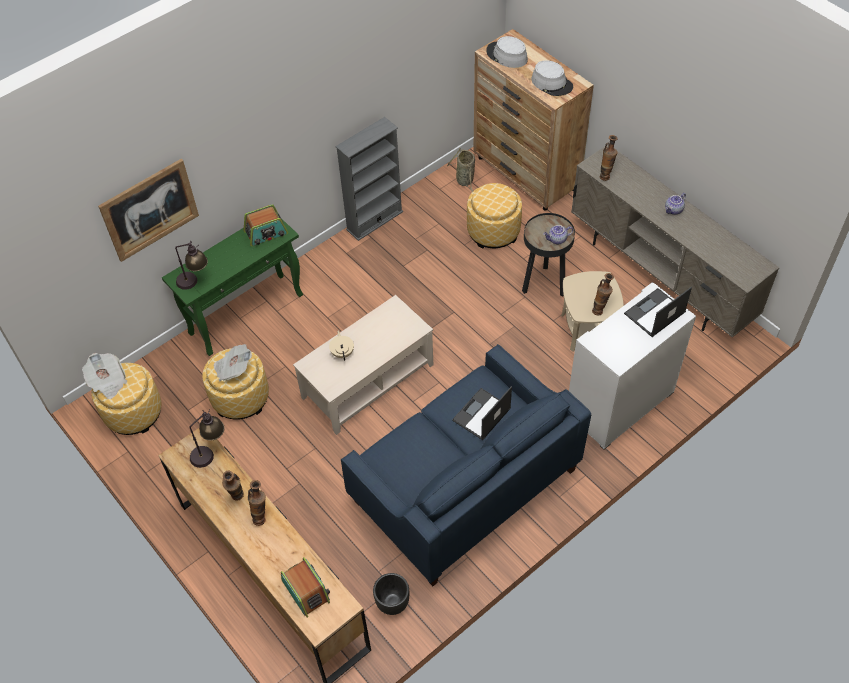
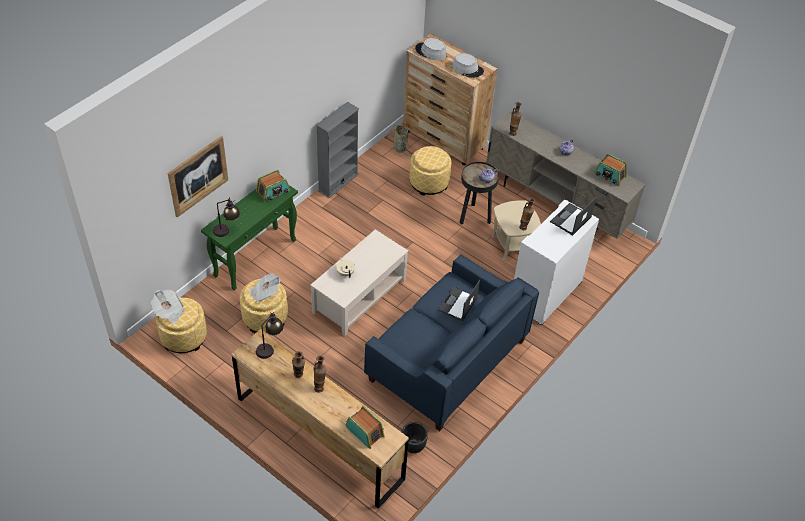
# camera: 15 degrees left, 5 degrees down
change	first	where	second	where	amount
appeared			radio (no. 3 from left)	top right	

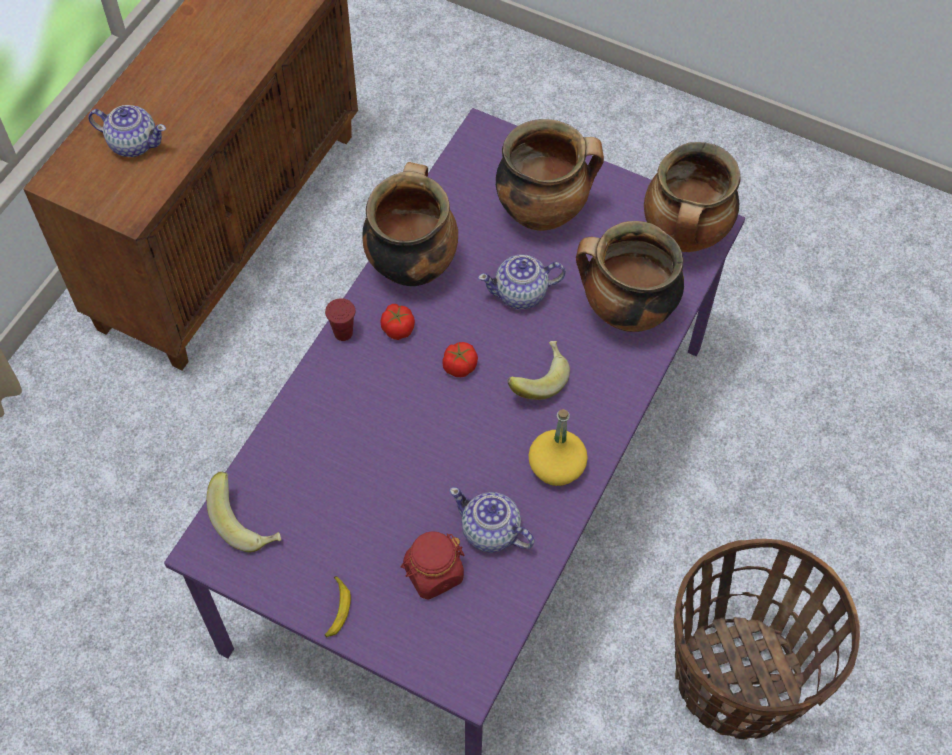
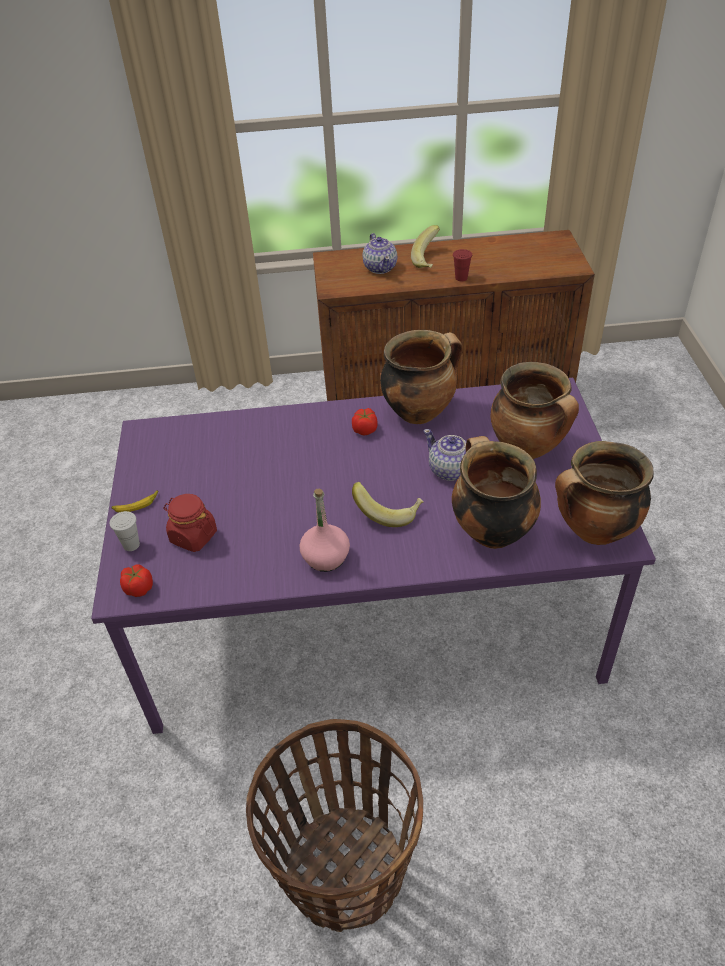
# camera: 60 degrees right, 15 degrees down
change	first	where	second	where	amount
missing	teapot (no. 2 from left)	bottom centre			
appeared			cup (white)	middle left	
relocated	banana (no. 1 from left in the first image)	bottom left	banana (no. 3 from left)	top centre	
relocated	cup (red)	centre		top centre	
relocated	tomato (no. 2 from left in the first image)	centre	tomato (no. 1 from left)	middle left	
colour	bottle (yellow)	centre	bottle (pink)	centre	

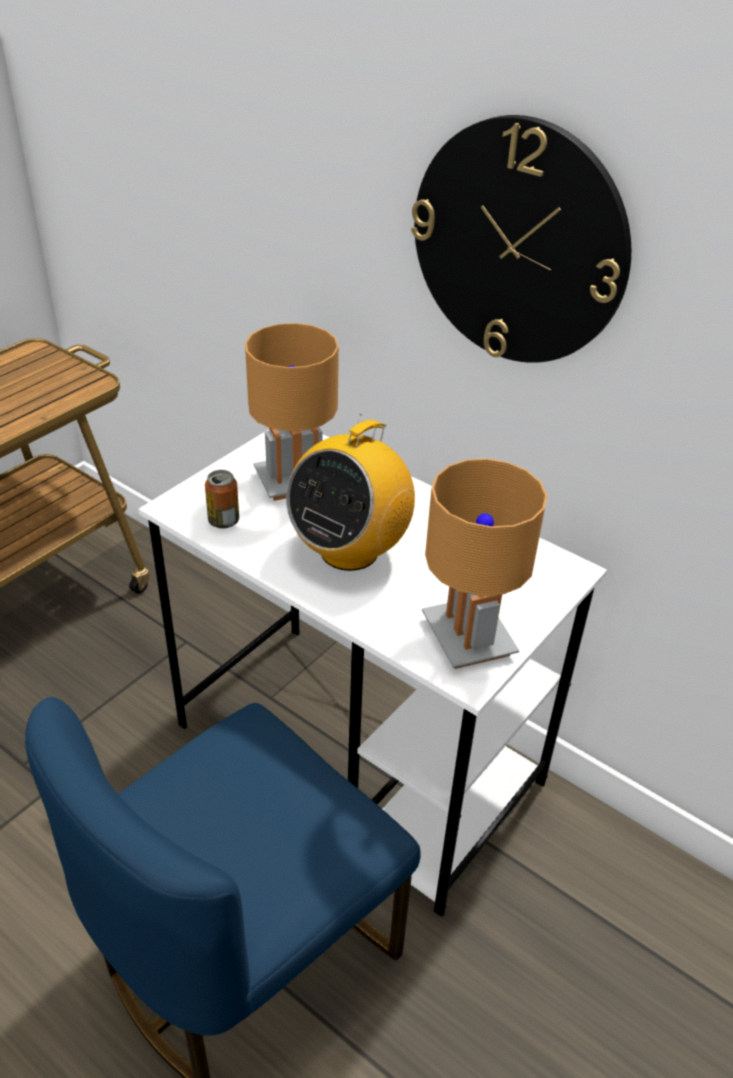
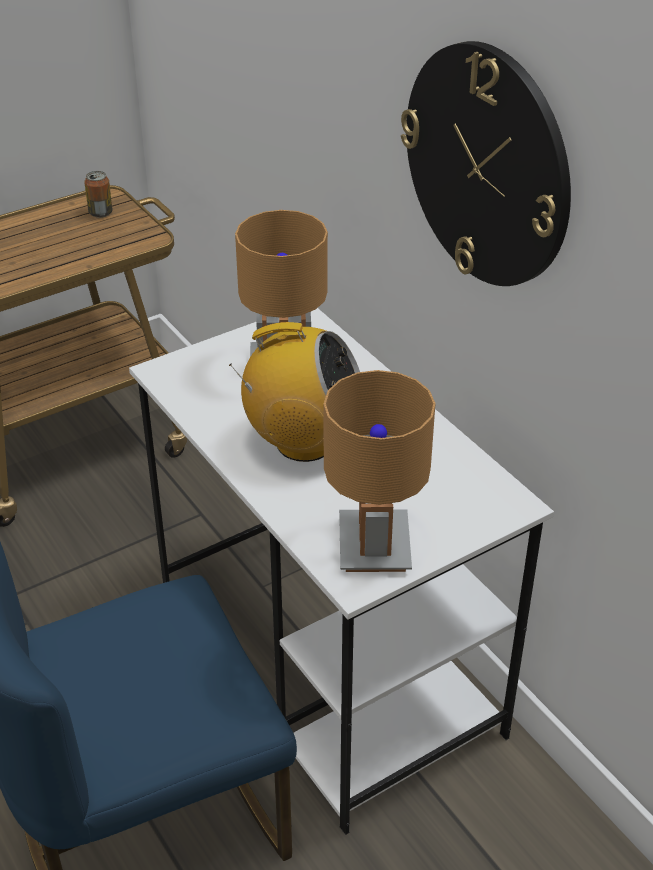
# camera: 20 degrees right, 0 degrees up
change	first	where	second	where	amount
relocated	can	middle left		top left	
spun	radio	centre		centre	135 degrees counterclockwise

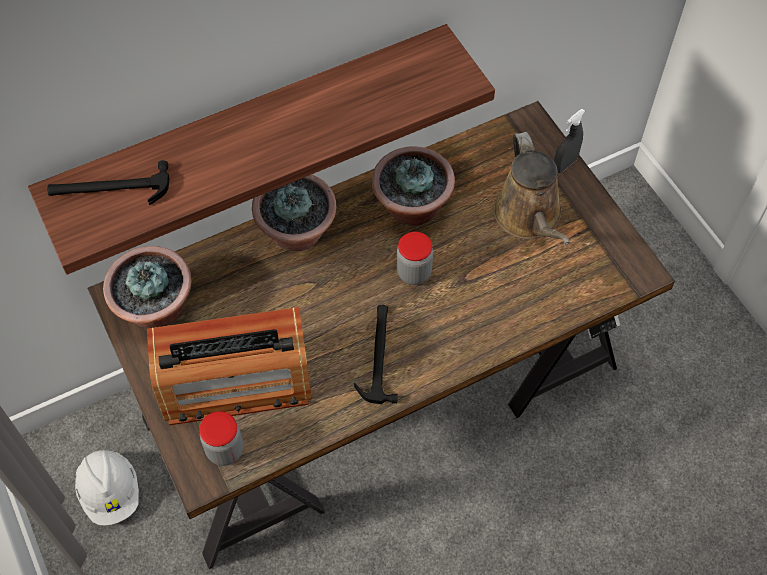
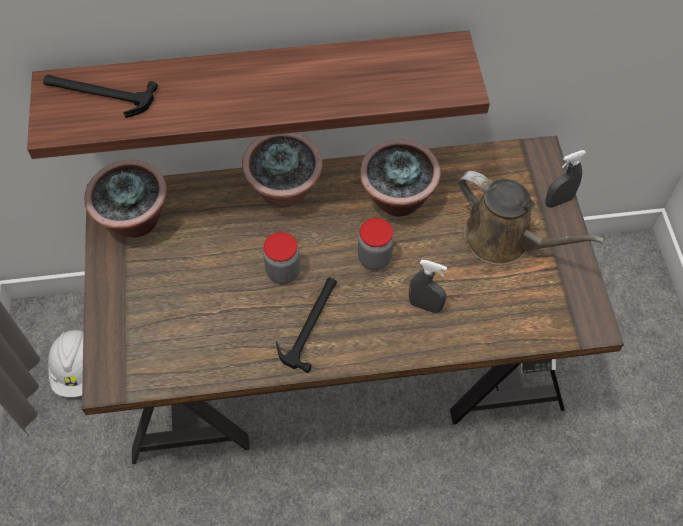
# camera: 20 degrees right, 0 degrees up
change	first	where	second	where	amount
missing	radio	middle left			
appeared			spray bottle (grey) (no. 1 from left)	centre	
relocated	jar (no. 1 from left)	bottom left		centre	
spun	watering can (brown)	top right		middle right	60 degrees counterclockwise

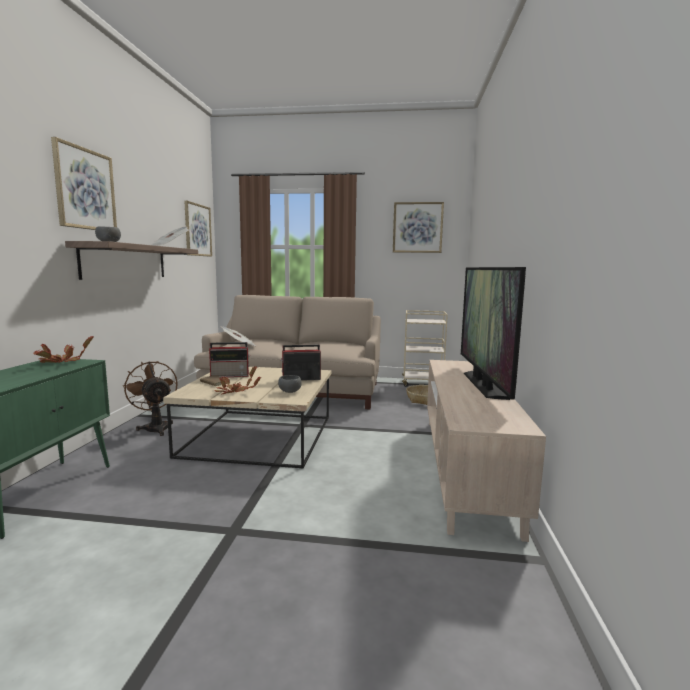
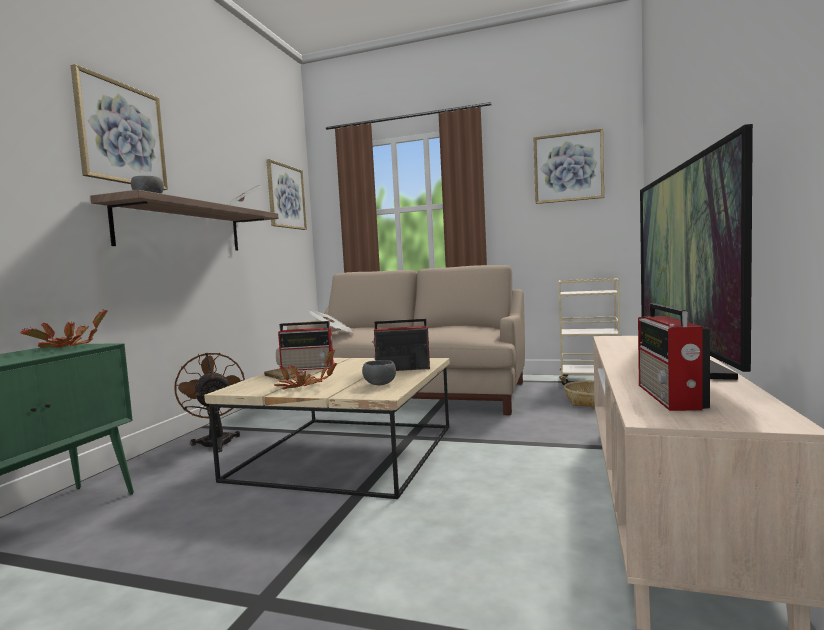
# camera: 10 degrees right, 5 degrees down
change	first	where	second	where	amount
appeared			radio (no. 3 from left)	middle right	

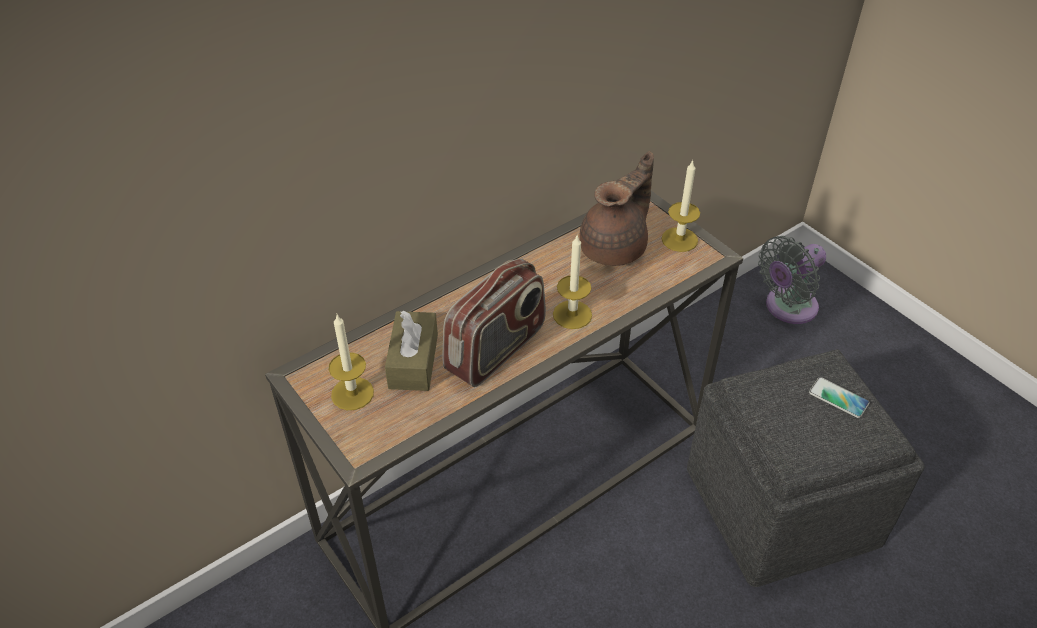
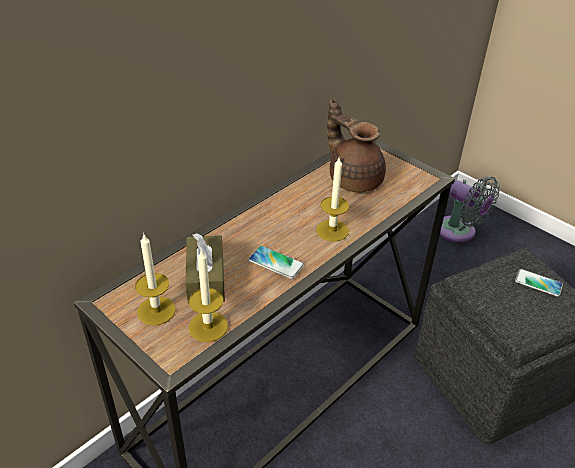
# camera: 10 degrees left, 5 degrees down
change	first	where	second	where	amount
relocated	candle (no. 3 from left in the first image)	top centre	candle (no. 2 from left)	centre	
exchanged	radio	centre	phone (no. 1 from left)	centre	
spun	teapot (brown)	top centre		top centre	75 degrees counterclockwise
spun	fan (grey)	middle right		middle right	90 degrees counterclockwise

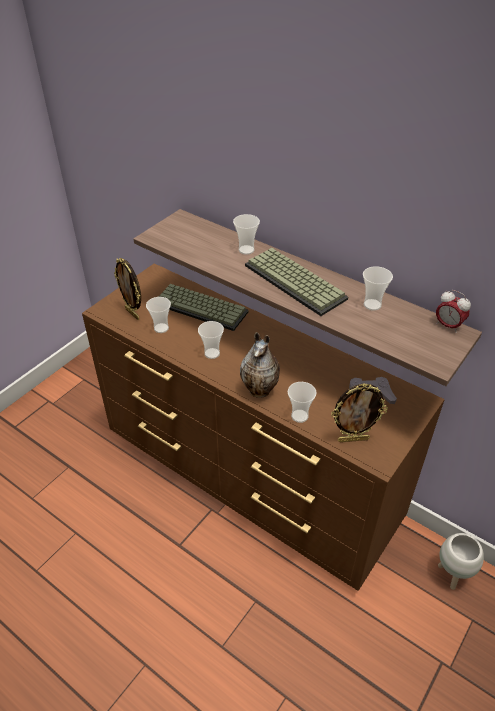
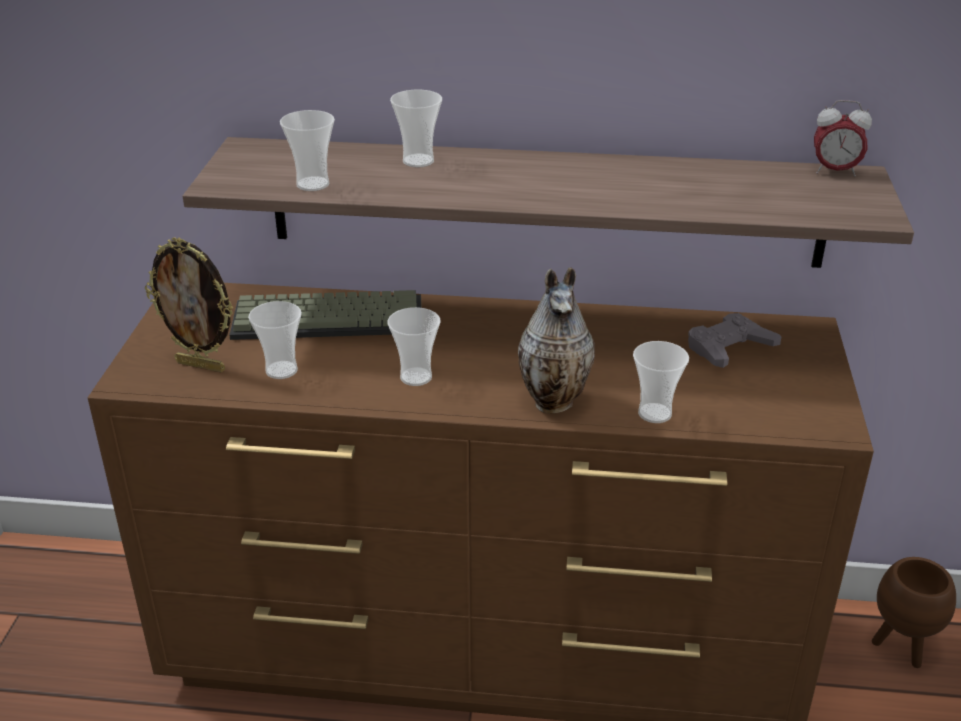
# camera: 30 degrees left, 10 degrees down
change	first	where	second	where	amount
missing	keyboard (no. 2 from left)	centre			
missing	picture frame (no. 2 from left)	middle right			
relocated	cup (no. 5 from left in the first image)	middle right	cup (no. 2 from left)	top left	
colour	planter (white)	bottom right	planter (brown)	bottom right	

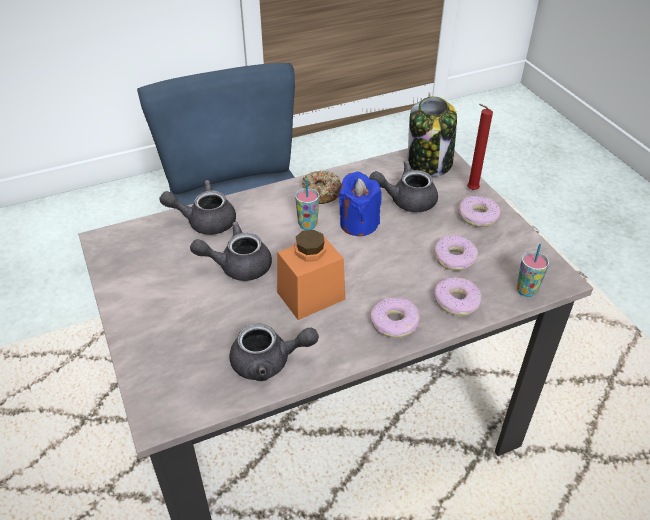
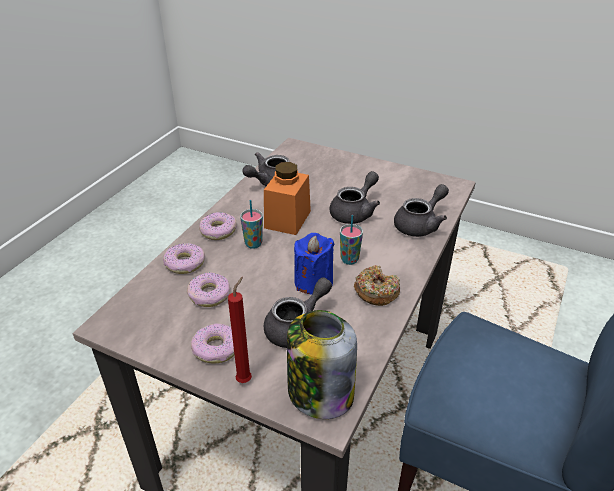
# camera: 140 degrees right, 5 degrees down
change	first	where	second	where	amount
relocated	cup (no. 2 from left in the first image)	middle right	cup (no. 1 from left)	centre	

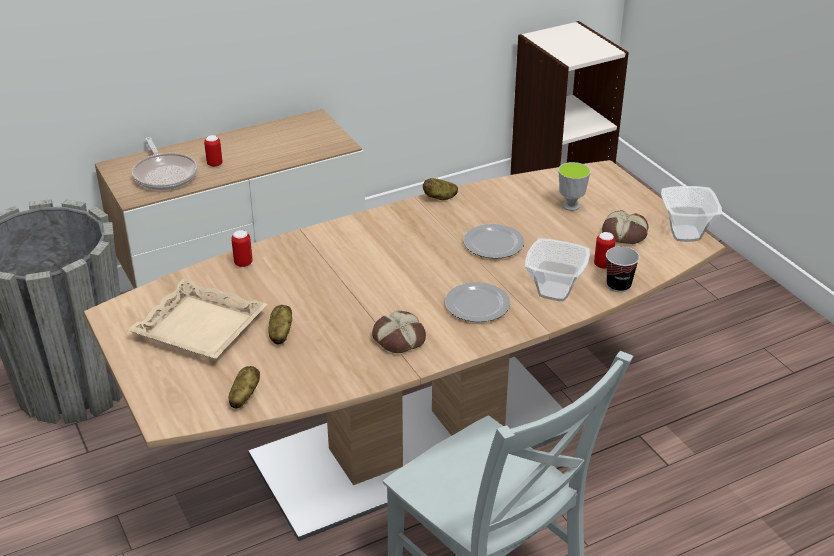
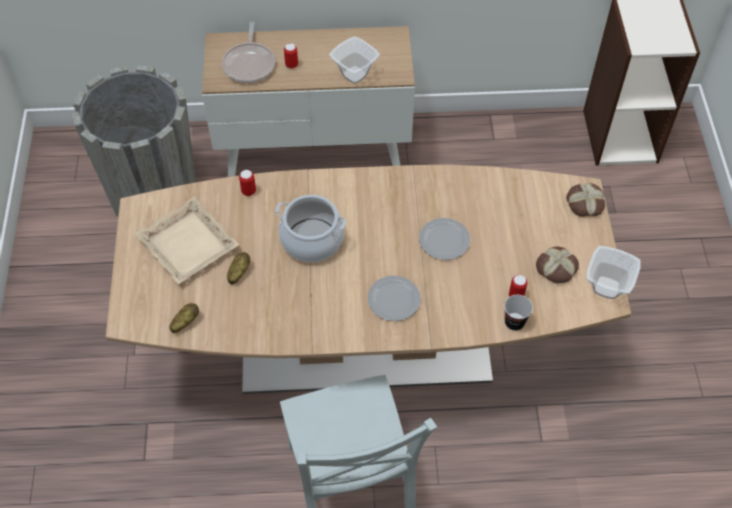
# camera: 25 degrees right, 20 degrees up
change	first	where	second	where	amount
missing	potato (no. 3 from left)	centre			
missing	cup (no. 1 from left)	middle right			
appeared			cooking pot	centre	
relocated	bread (no. 1 from left in the first image)	centre	bread (no. 2 from left)	middle right	
relocated	bowl (no. 1 from left)	middle right		top centre	

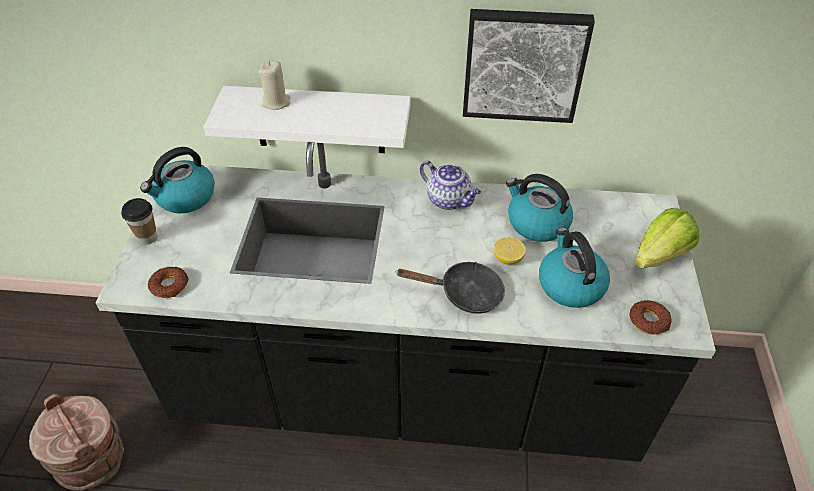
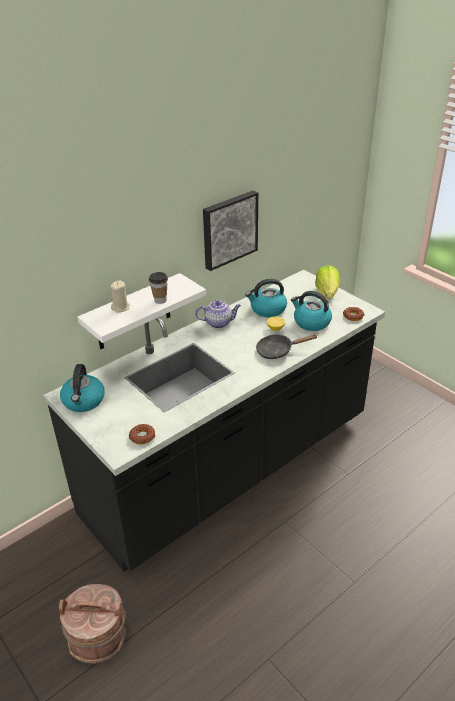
# camera: 45 degrees left, 10 degrees down
change	first	where	second	where	amount
relocated	cup	middle left		centre	
spun	frying pan (black)	centre		centre	150 degrees counterclockwise

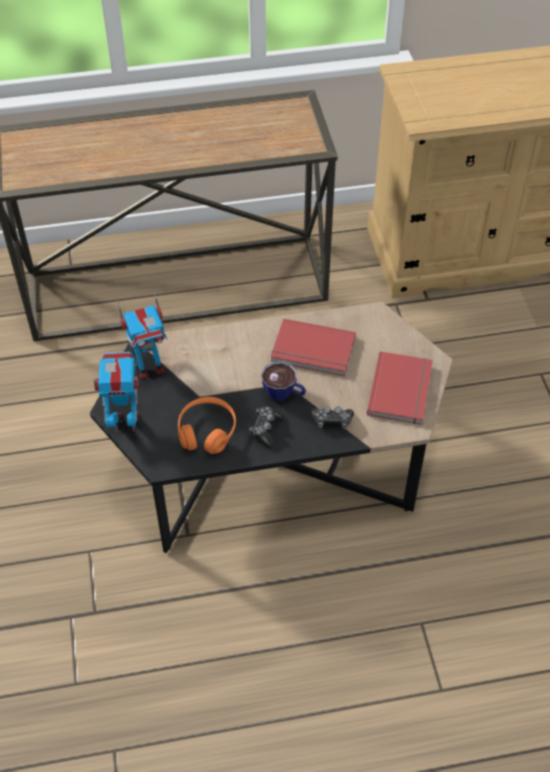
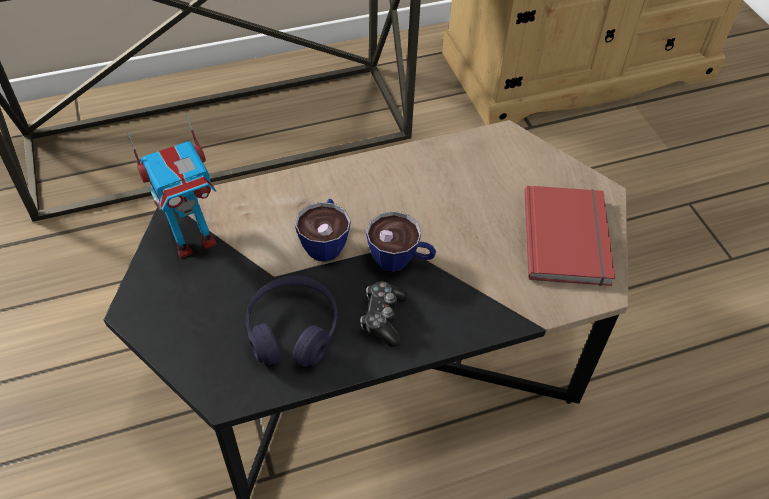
# camera: 10 degrees left, 0 degrees up
change	first	where	second	where	amount
missing	toy robot (no. 1 from left)	middle left			
missing	book (red) (no. 1 from left)	centre			
missing	game controller (no. 2 from left)	centre			
appeared			cup (no. 1 from left)	centre	
colour	headphones (orange)	centre	headphones (purple)	centre	

